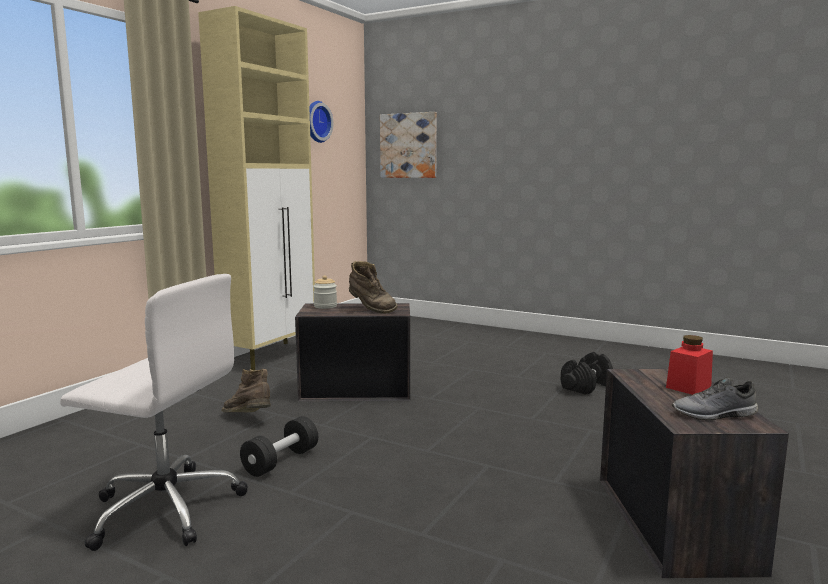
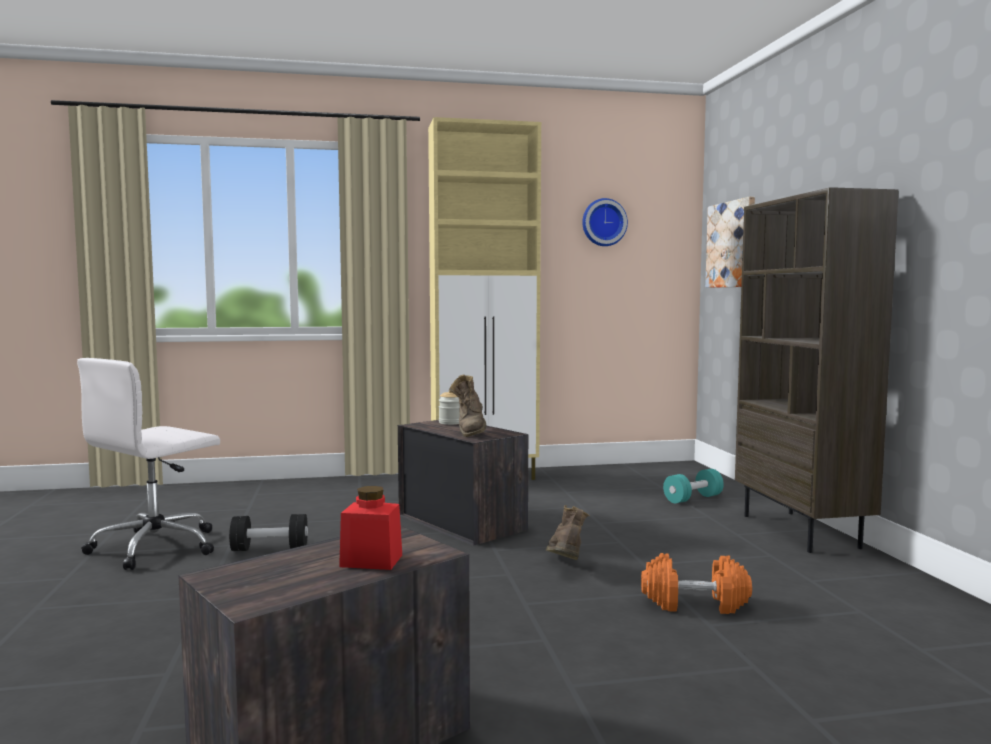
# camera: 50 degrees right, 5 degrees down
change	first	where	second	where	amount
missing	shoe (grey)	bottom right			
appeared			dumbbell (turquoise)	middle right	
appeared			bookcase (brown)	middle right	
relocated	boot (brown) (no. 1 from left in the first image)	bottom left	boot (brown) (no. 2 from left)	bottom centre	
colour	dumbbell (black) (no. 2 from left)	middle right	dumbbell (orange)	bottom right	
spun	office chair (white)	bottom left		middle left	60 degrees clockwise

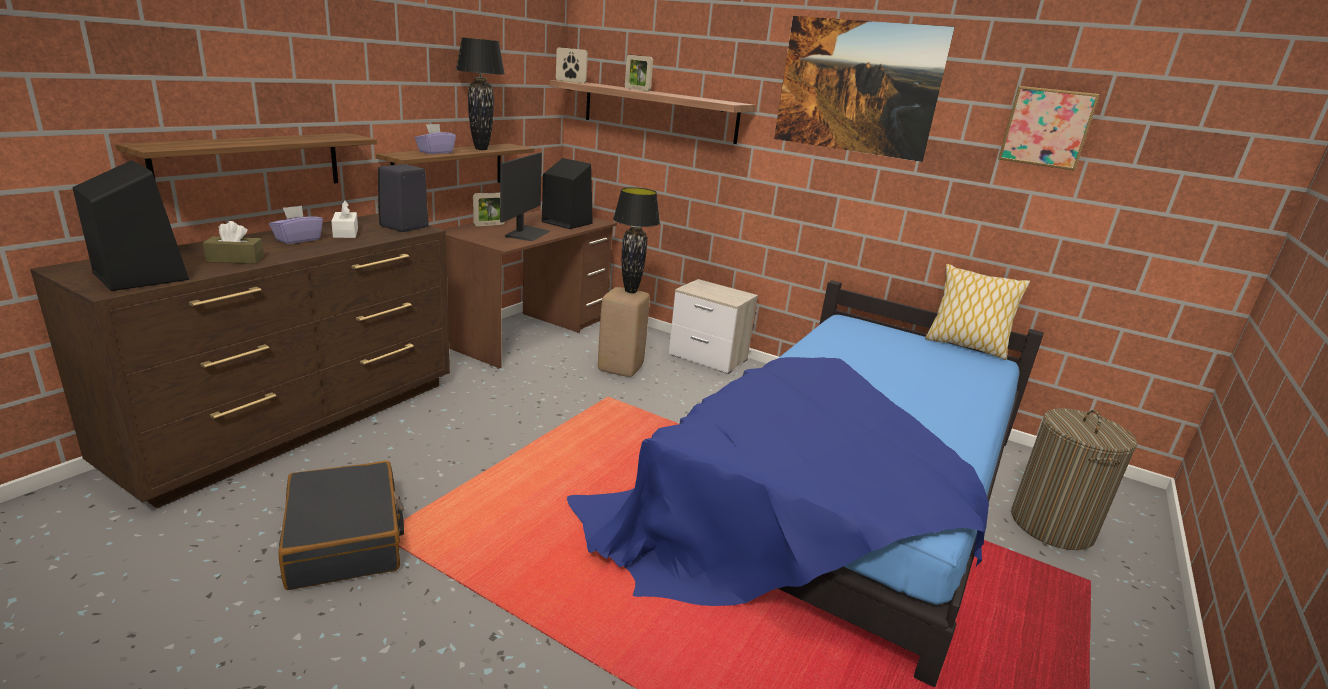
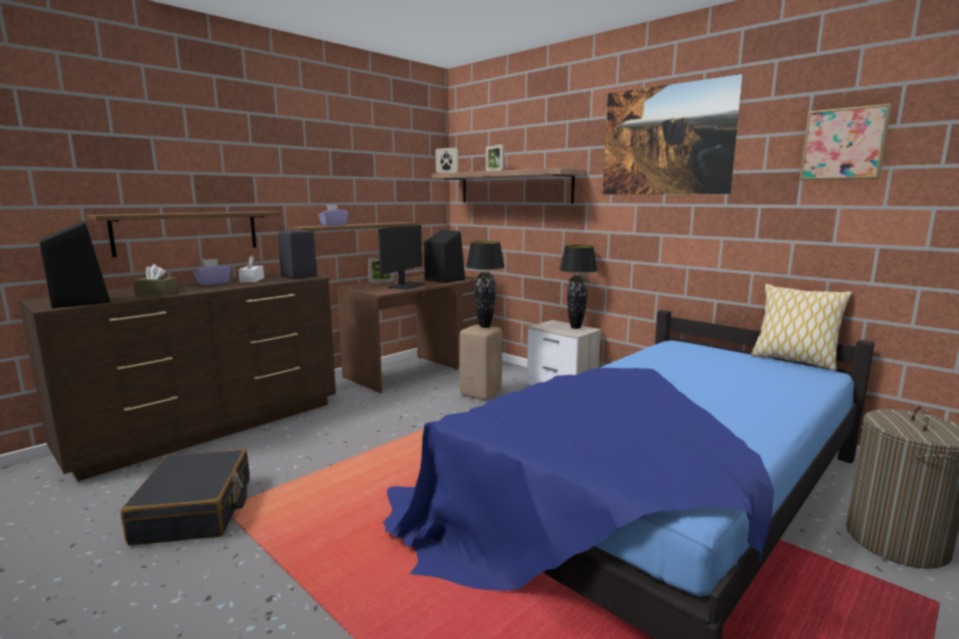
# camera: 15 degrees right, 10 degrees down
change	first	where	second	where	amount
relocated	table lamp (black) (no. 1 from left in the first image)	top centre	table lamp (black) (no. 2 from left)	centre	

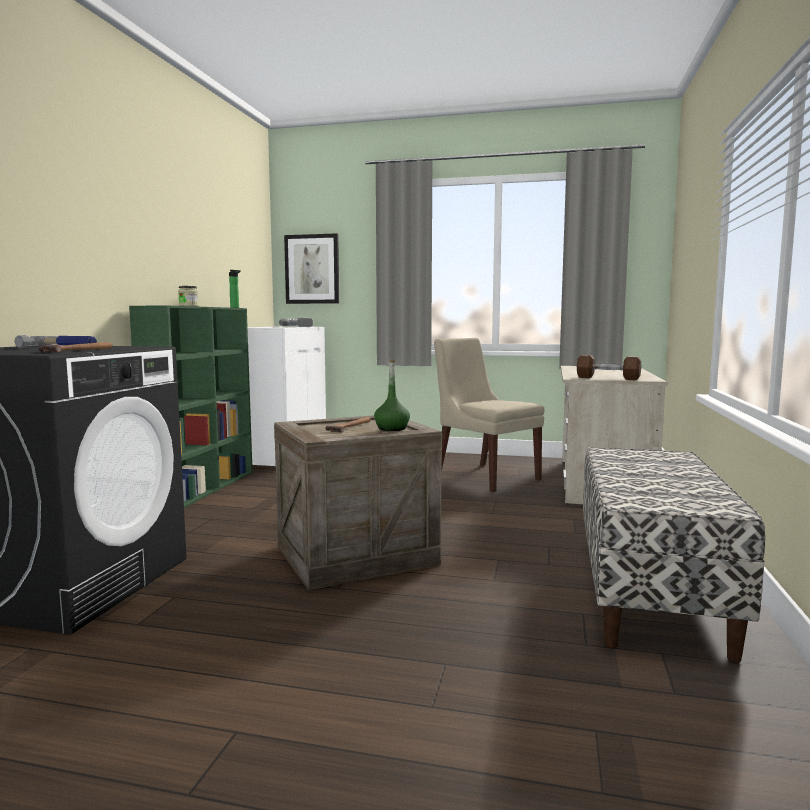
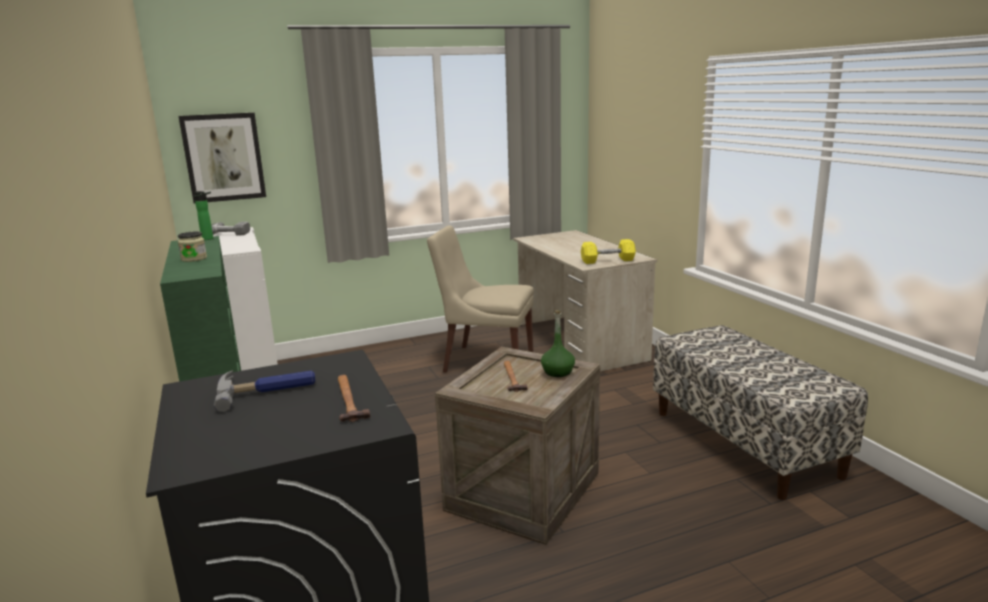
# camera: 35 degrees left, 10 degrees up
change	first	where	second	where	amount
colour	dumbbell (brown)	middle right	dumbbell (yellow)	centre	

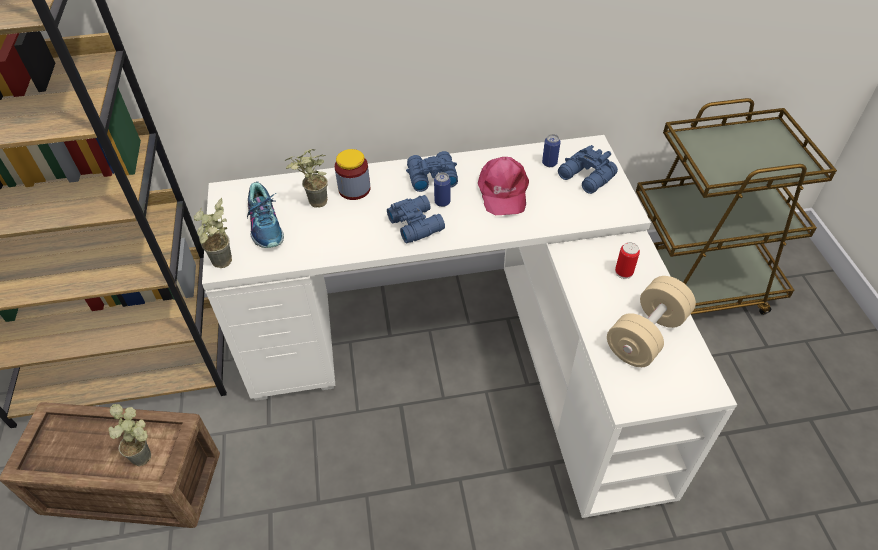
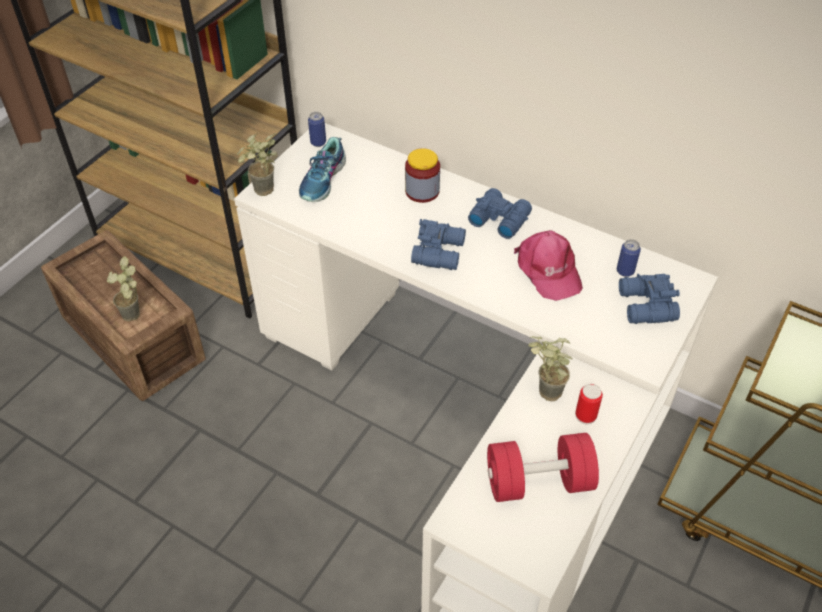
# camera: 40 degrees right, 0 degrees up
change	first	where	second	where	amount
relocated	potted plant (no. 3 from left)	top centre		middle right	
relocated	can (no. 1 from left)	centre		top centre	
colour	dumbbell (beige)	middle right	dumbbell (red)	bottom centre	
spun	cap (pink)	centre		middle right	60 degrees counterclockwise

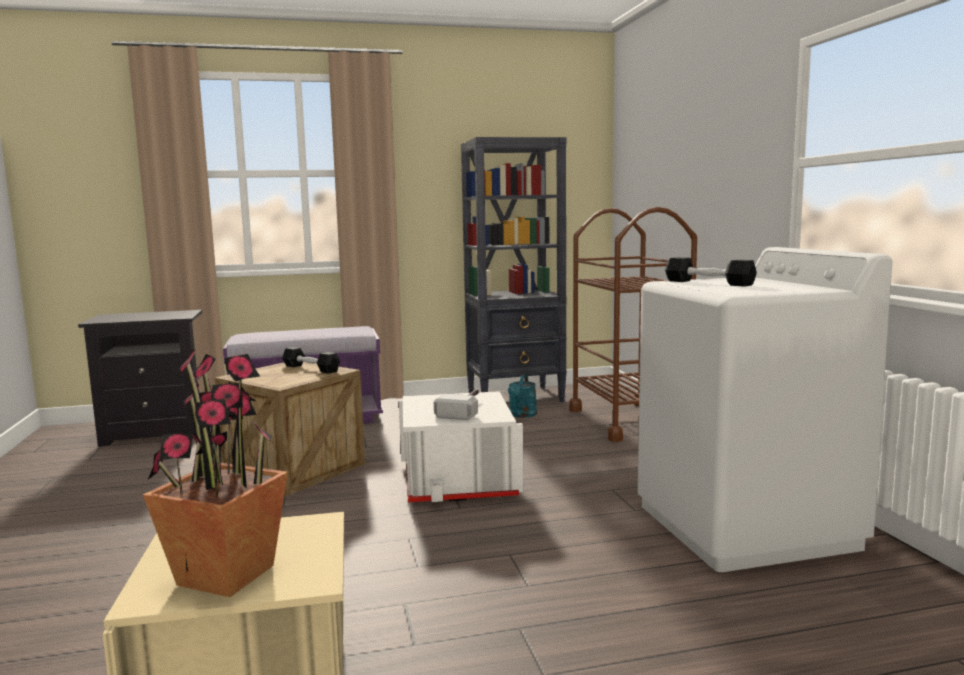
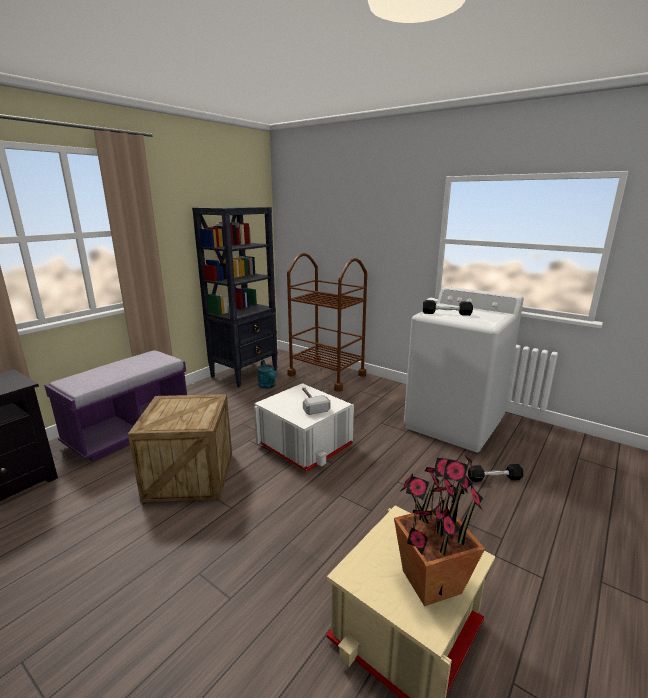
# camera: 40 degrees left, 10 degrees up
change	first	where	second	where	amount
relocated	dumbbell (black) (no. 1 from left in the first image)	middle left	dumbbell (black) (no. 2 from left)	bottom right	

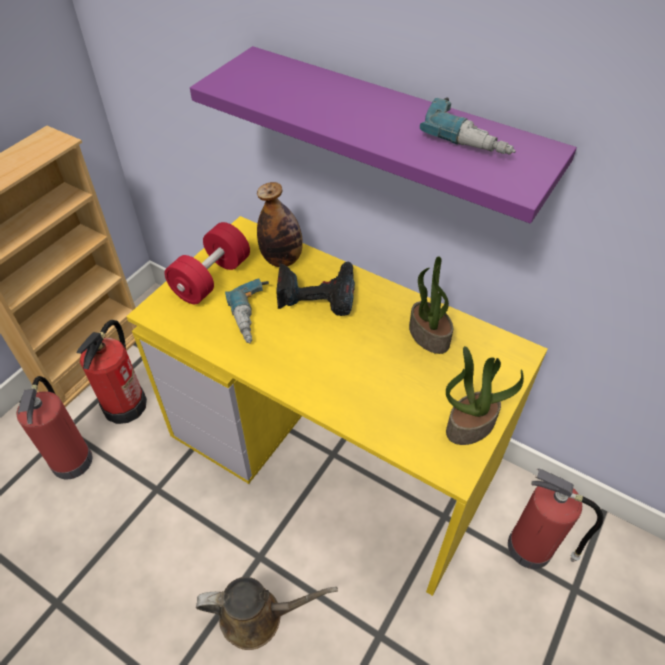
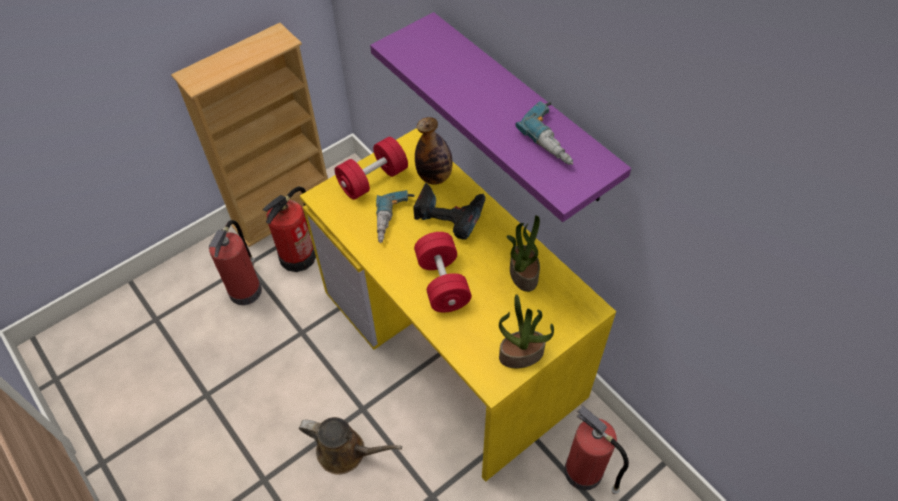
# camera: 20 degrees right, 5 degrees up
change	first	where	second	where	amount
appeared			dumbbell (red) (no. 2 from left)	centre	

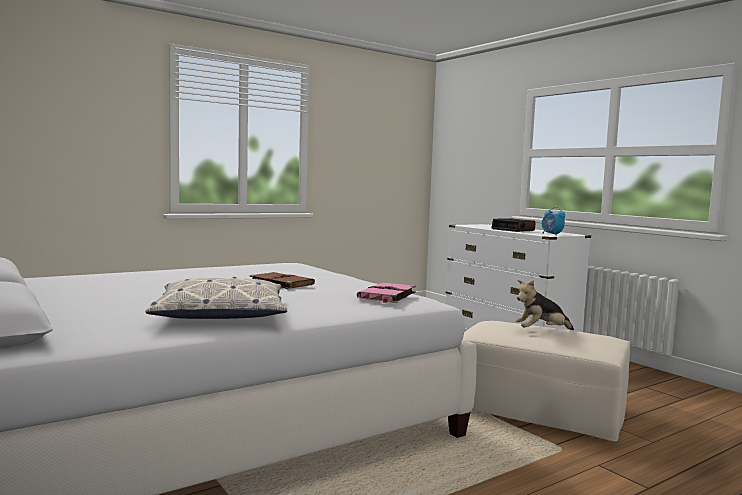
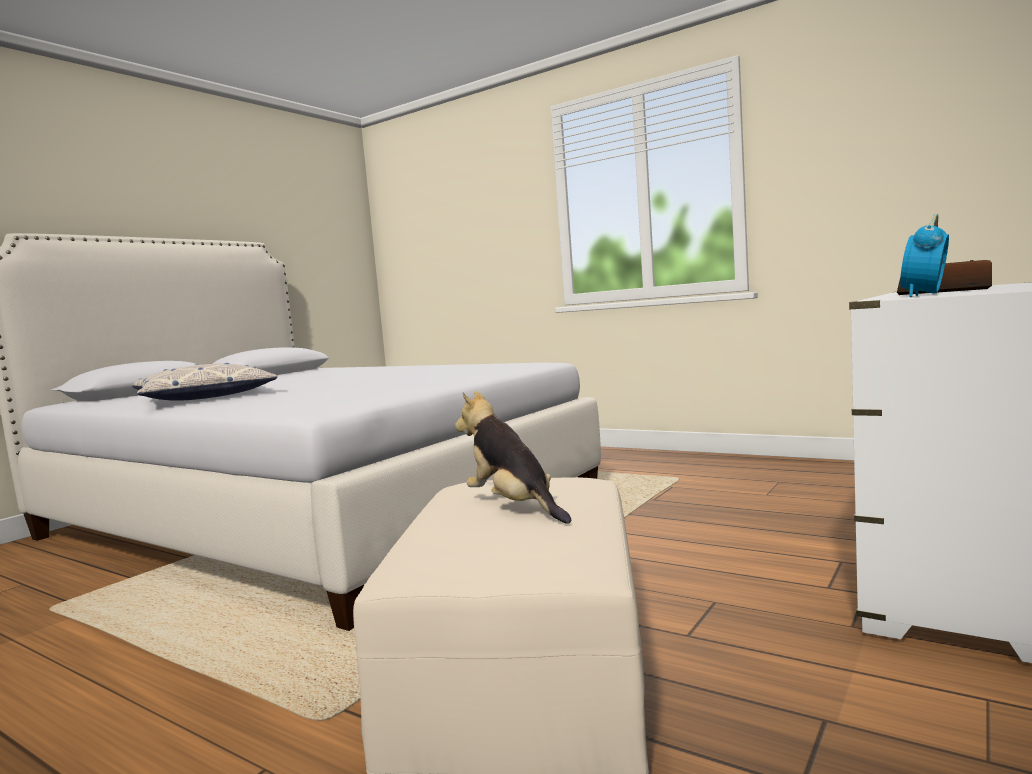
# camera: 70 degrees right, 0 degrees up
change	first	where	second	where	amount
missing	book (brown)	centre			
missing	book (pink)	centre			

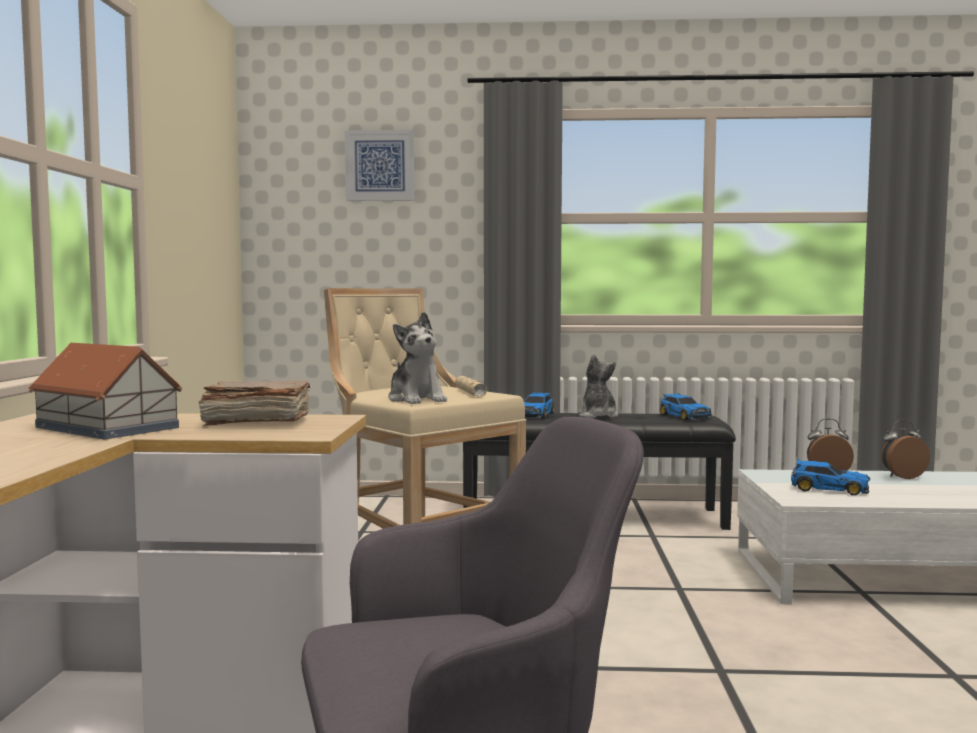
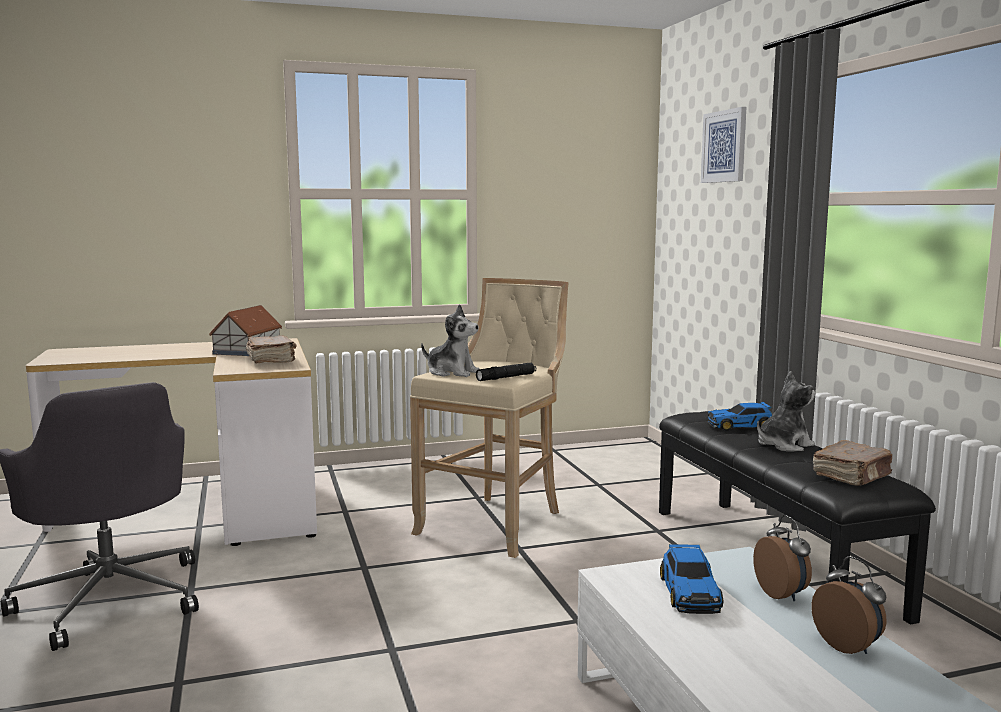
# camera: 70 degrees right, 5 degrees up
change	first	where	second	where	amount
exchanged	toy car (no. 2 from left)	middle right	book (brown) (no. 2 from left)	middle right	
colour	flashlight (beige)	centre	flashlight (black)	centre	
spun	plush toy (no. 1 from left)	centre		centre	105 degrees counterclockwise

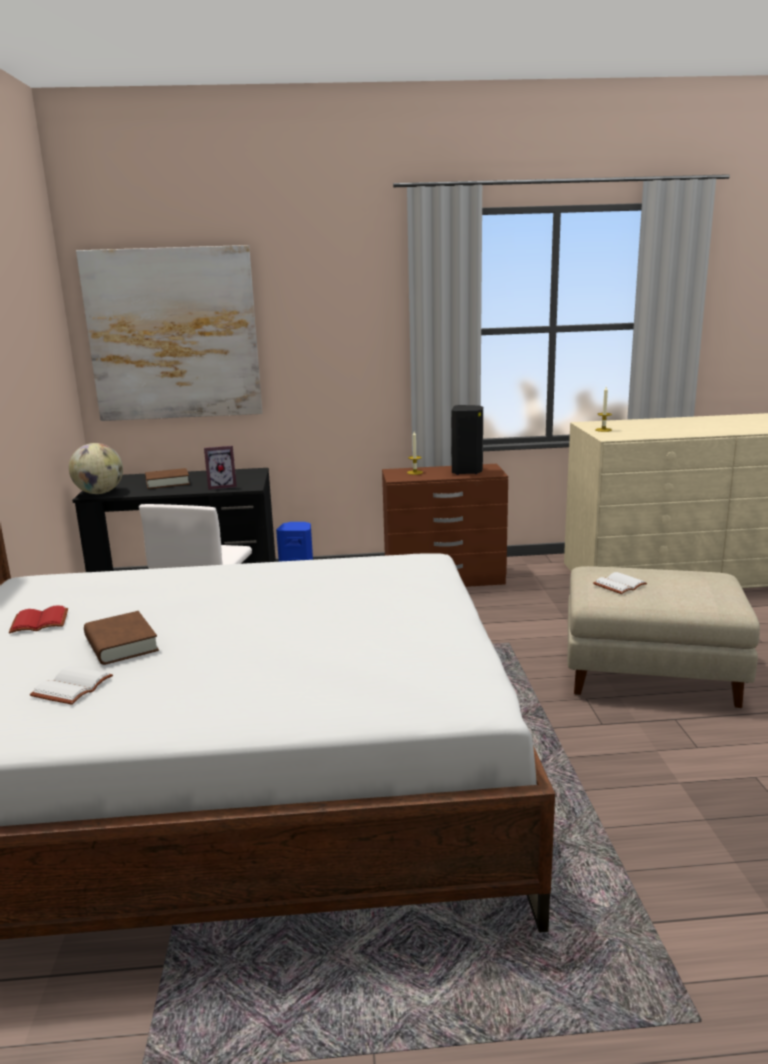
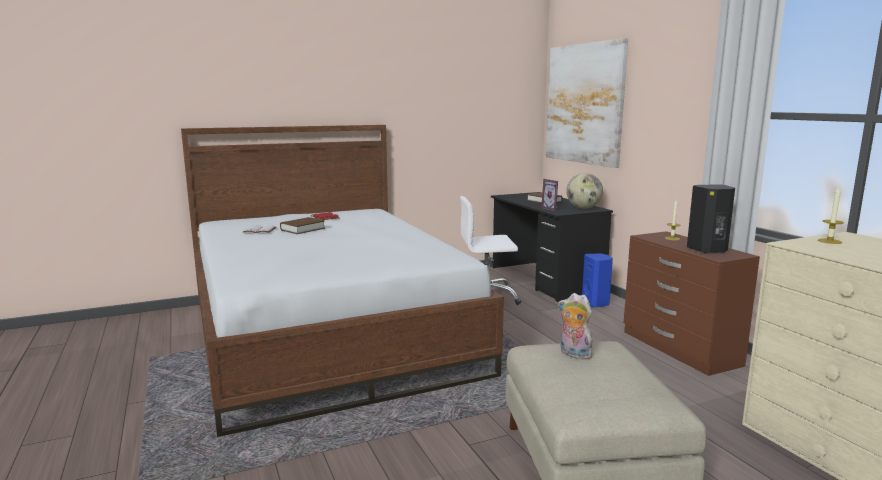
# camera: 70 degrees right, 5 degrees down
change	first	where	second	where	amount
relocated	globe	middle left		centre	
exchanged	book (white) (no. 2 from left)	middle right	plush toy	bottom centre	

